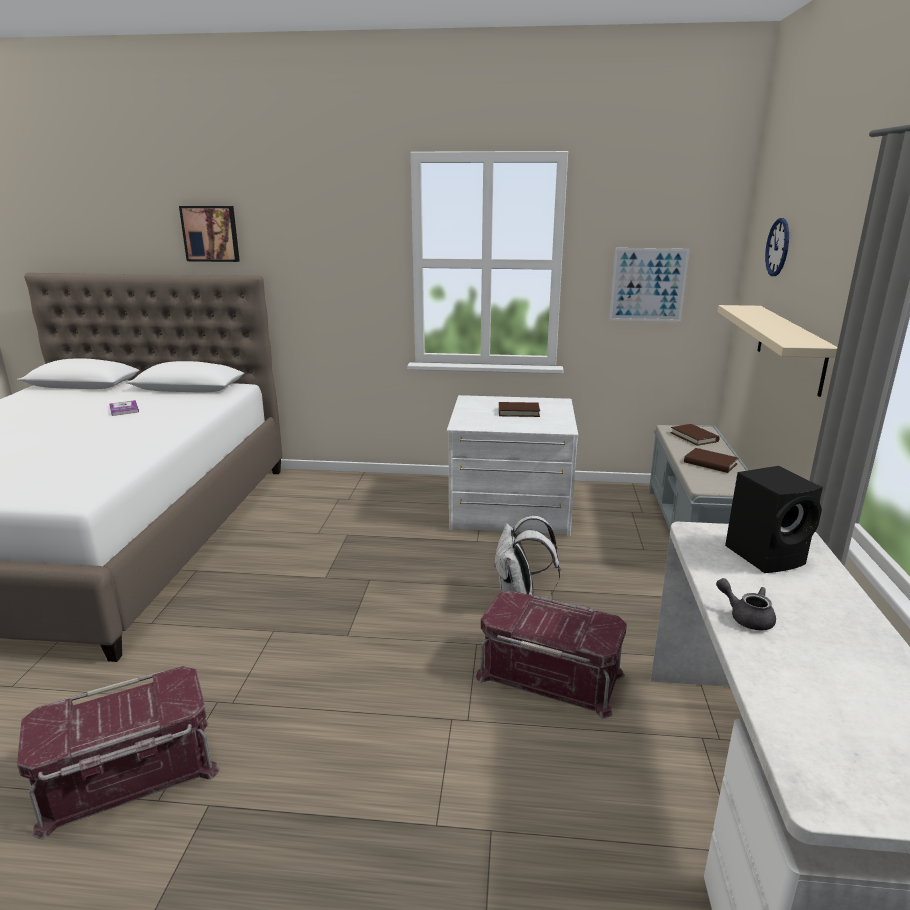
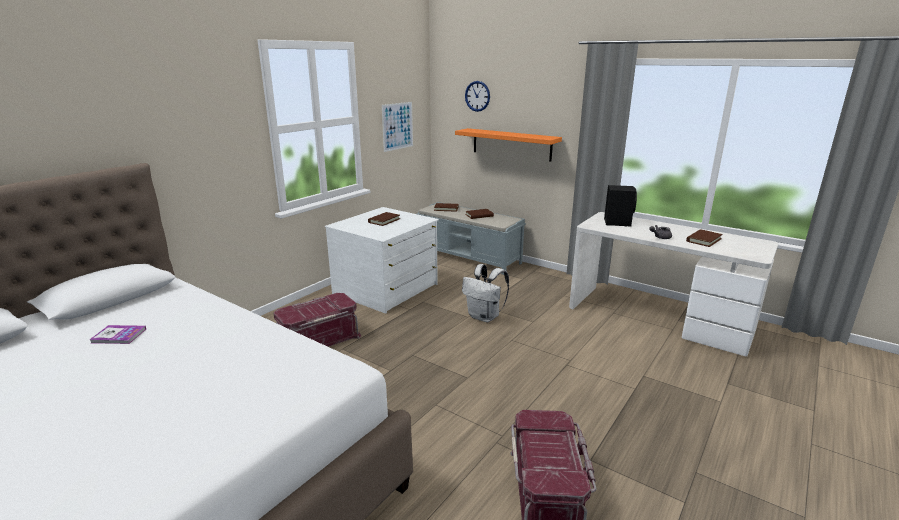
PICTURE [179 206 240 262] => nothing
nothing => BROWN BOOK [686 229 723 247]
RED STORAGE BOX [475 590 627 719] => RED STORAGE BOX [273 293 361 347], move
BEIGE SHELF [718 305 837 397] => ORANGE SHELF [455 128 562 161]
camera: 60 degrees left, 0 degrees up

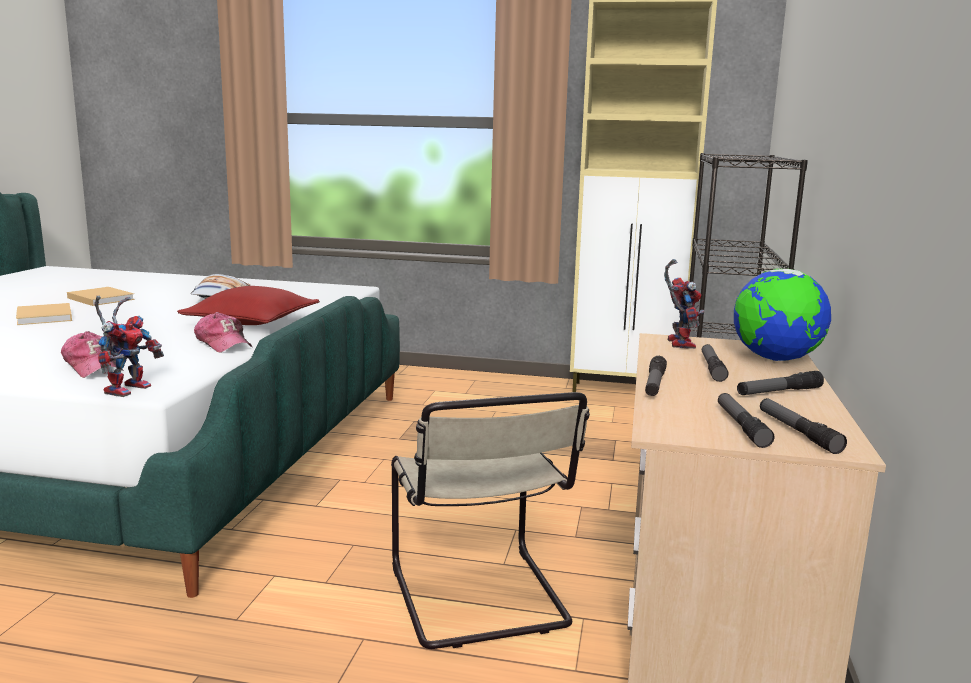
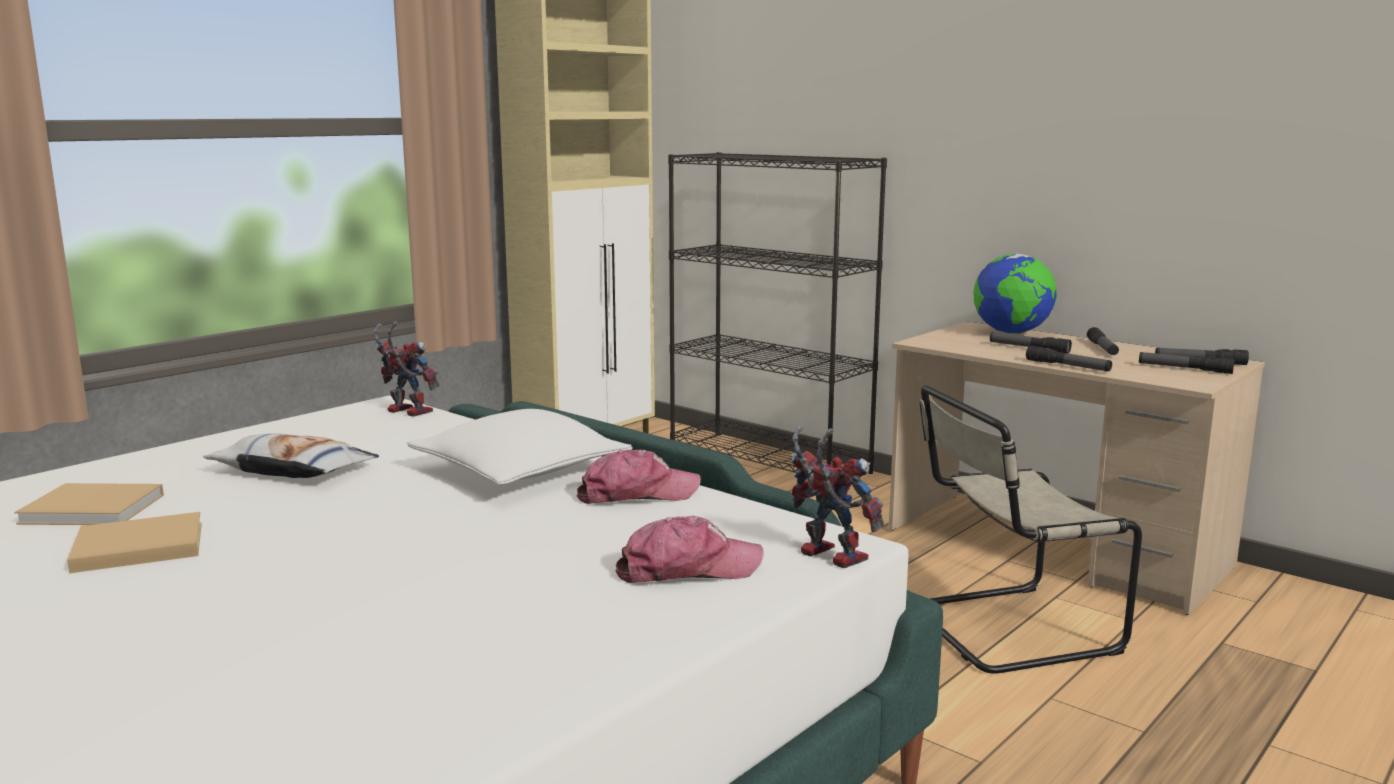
BEIGE BOOK [16 303 72 325] => BEIGE BOOK [14 483 164 525], move
TOY ROBOT [664 259 705 349] => TOY ROBOT [373 322 439 417], move
RED PILLOW [177 286 320 325] => WHITE PILLOW [407 409 633 485]
BEIGE CHAIR [391 392 590 649] => BEIGE CHAIR [919 385 1142 674], 150 degrees clockwise
camera: 60 degrees left, 0 degrees up

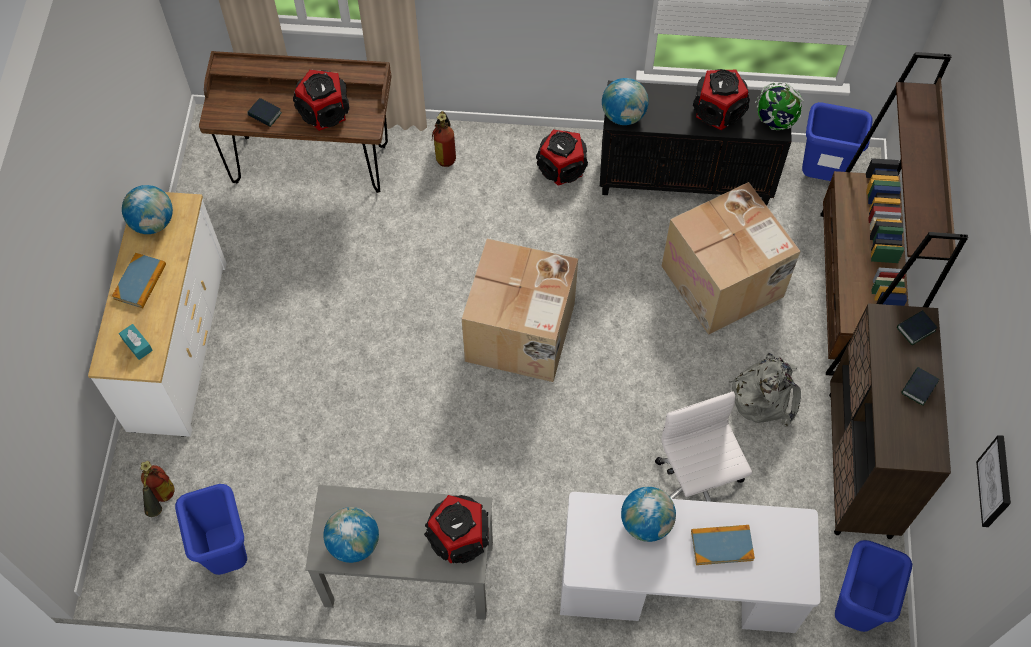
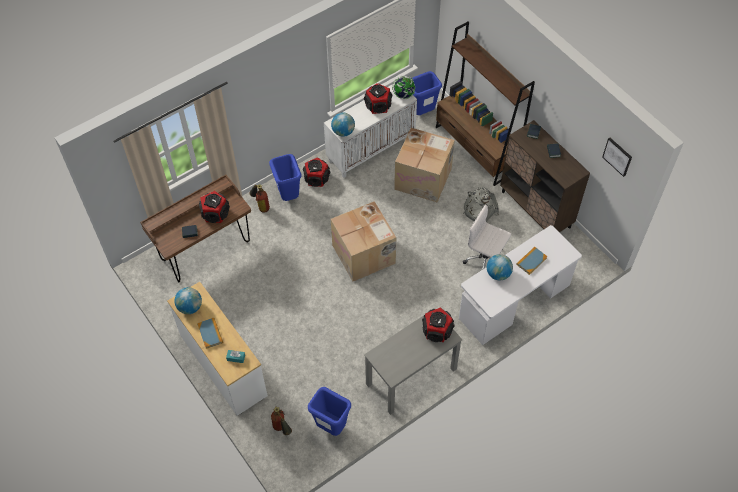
GLOBE [323 507 379 563] => nothing
BLUE TRASH CAN [835 540 912 632] => BLUE TRASH CAN [269 154 302 201], move
BLACK CABINET [600 81 792 206] => WHITE CABINET [324 84 417 178]
camera: 40 degrees left, 5 degrees down

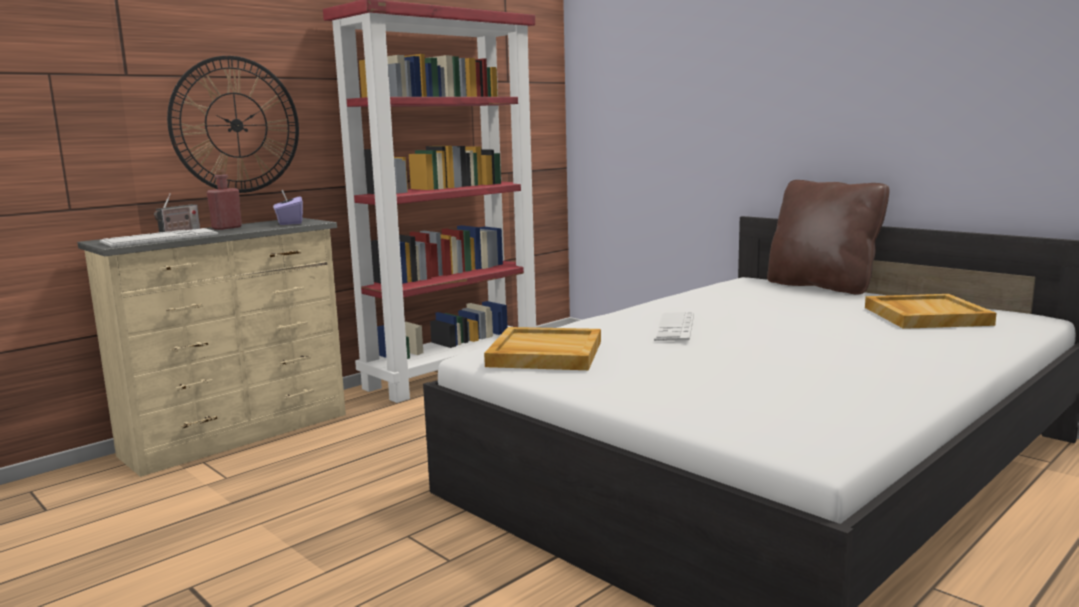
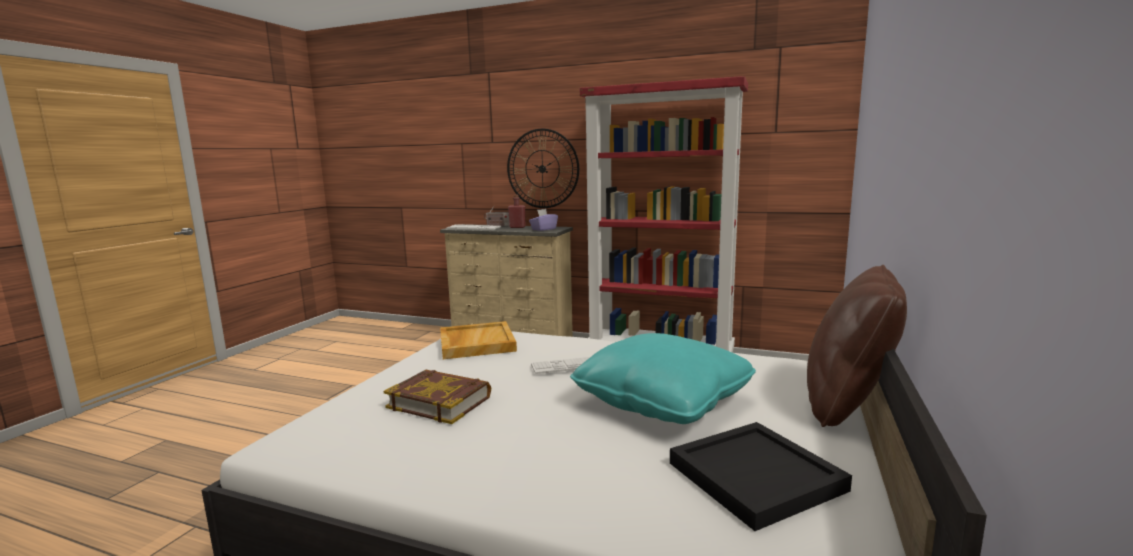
nothing => BOOK [384 370 491 424]
nothing => TURQUOISE PILLOW [570 333 756 424]
BEIGE TRAY [865 294 997 329] => BLACK TRAY [670 422 852 531]
camera: 65 degrees right, 0 degrees up

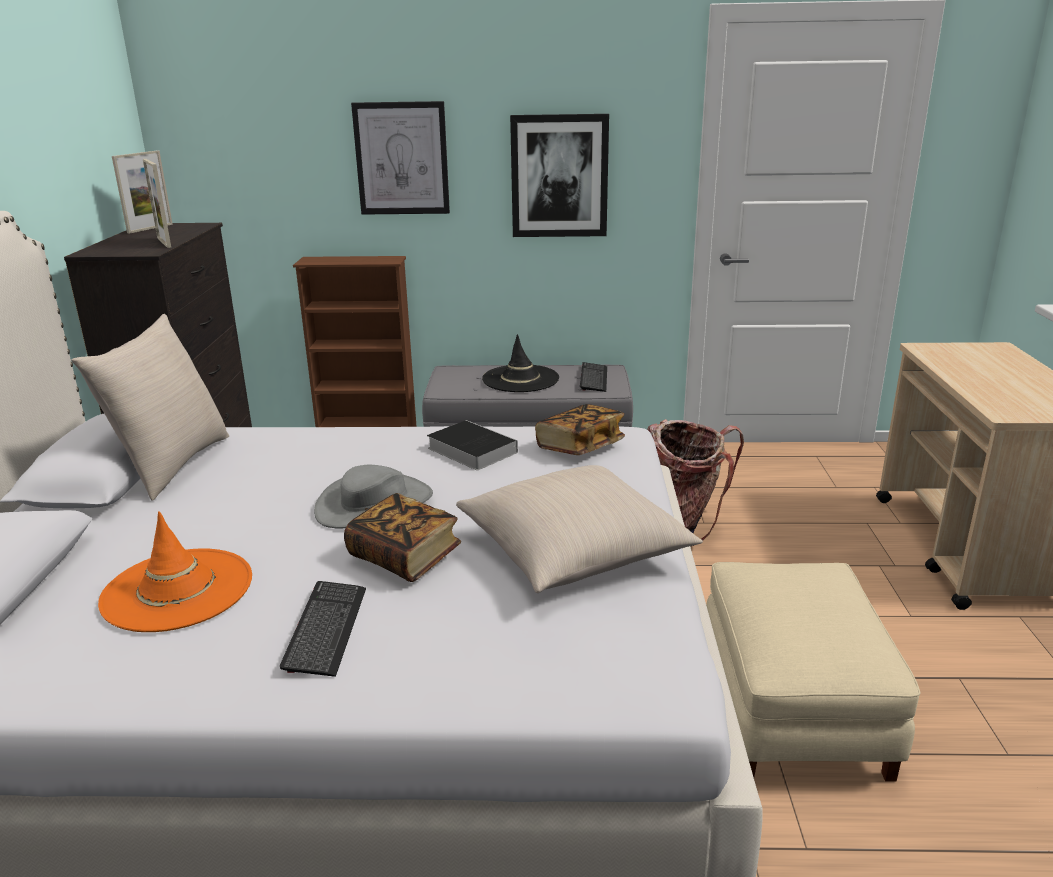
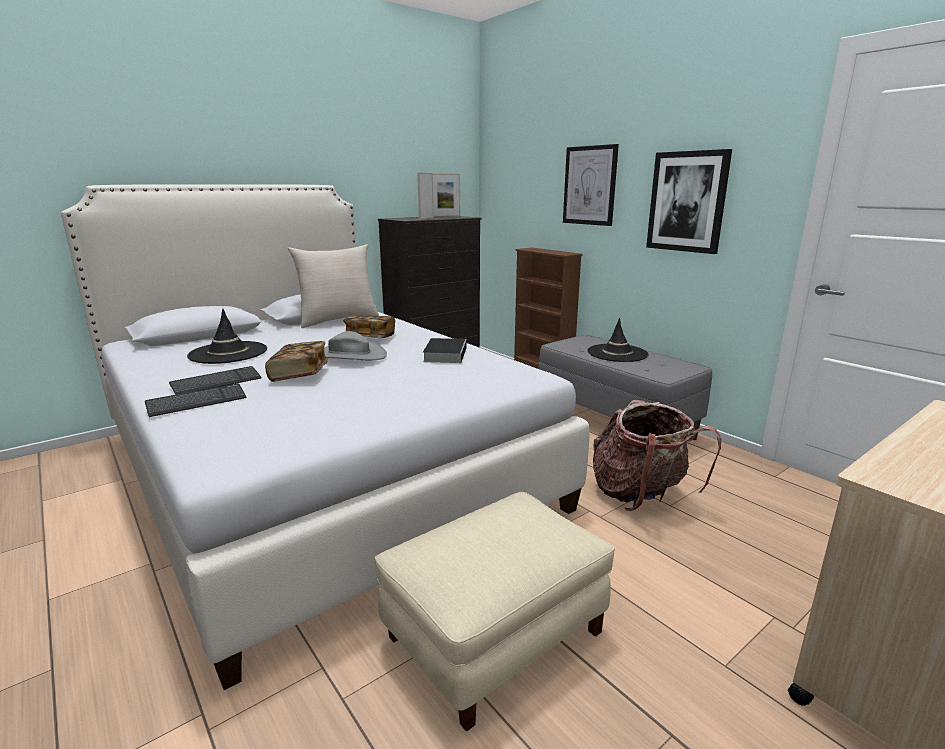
BEIGE PILLOW [456 465 703 593] => nothing
BOOK [535 404 625 455] => BOOK [343 315 395 338], move
KEYBOARD [580 362 607 392] => KEYBOARD [145 383 247 417], move
ORANGE HAT [98 511 252 632] => BLACK HAT [187 309 267 364]
camera: 50 degrees right, 5 degrees down

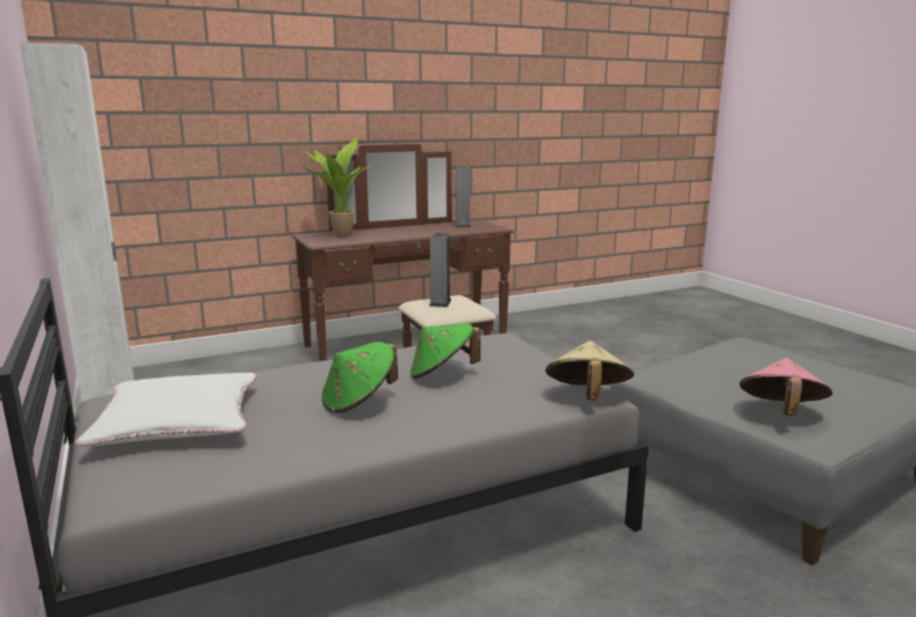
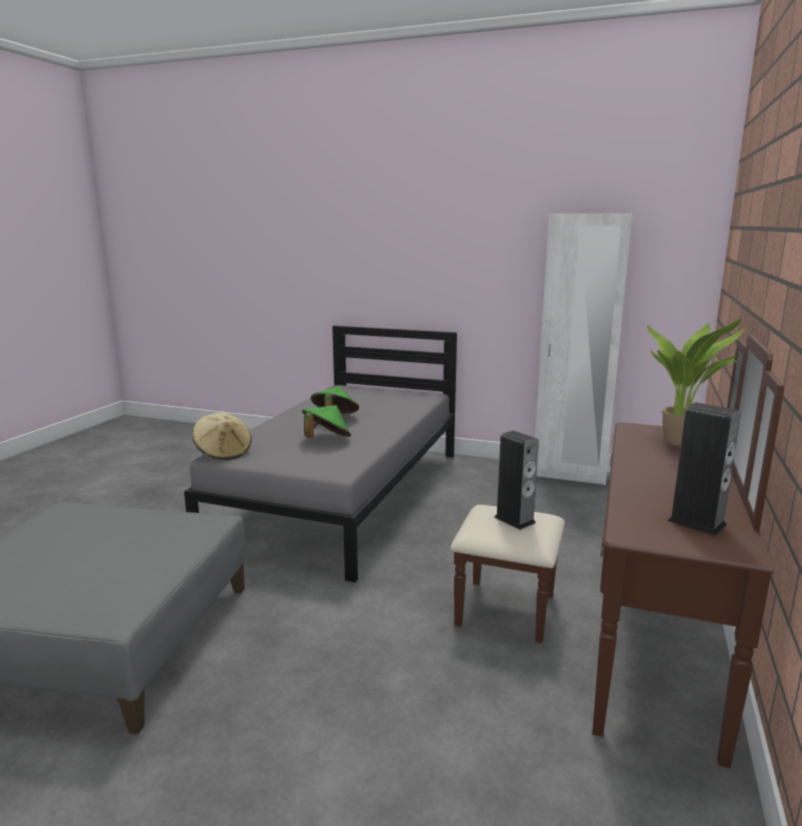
WHITE PILLOW [75 373 257 446] => nothing
PINK HAT [739 358 833 416] => nothing
camera: 135 degrees right, 0 degrees up

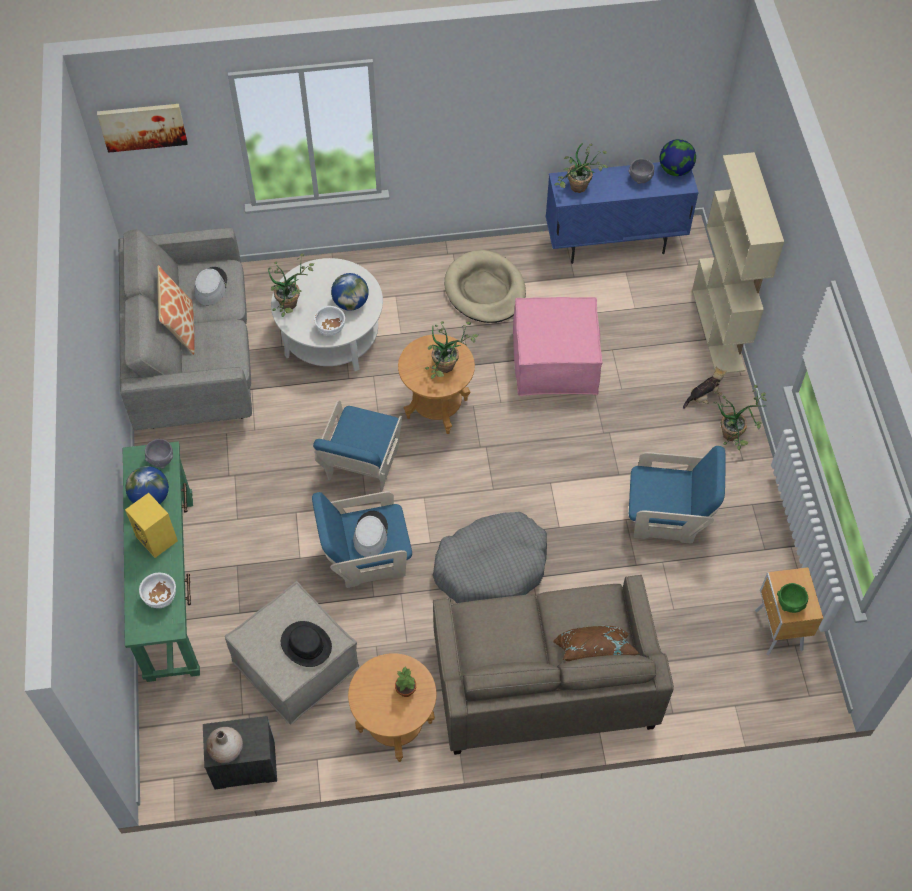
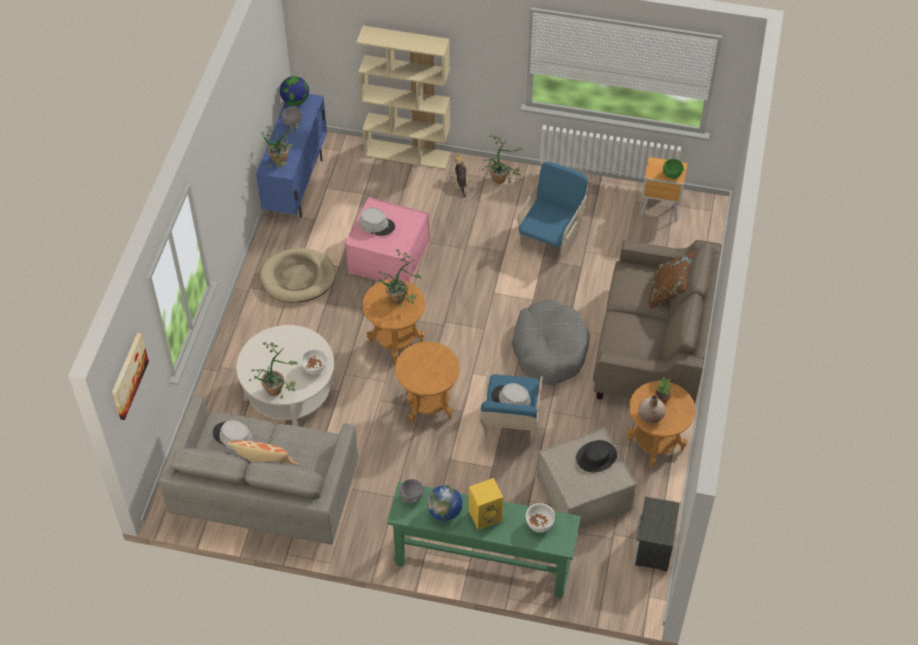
GLOBE [331 273 369 311] => nothing
nothing => GREY HAT [359 208 395 236]
BEIGE VASE [206 727 243 763] => BEIGE VASE [638 395 666 423], move
BLUE ARMCHAIR [313 400 402 492] => BROWN SIDE TABLE [395 342 460 424]
camera: 70 degrees left, 5 degrees down

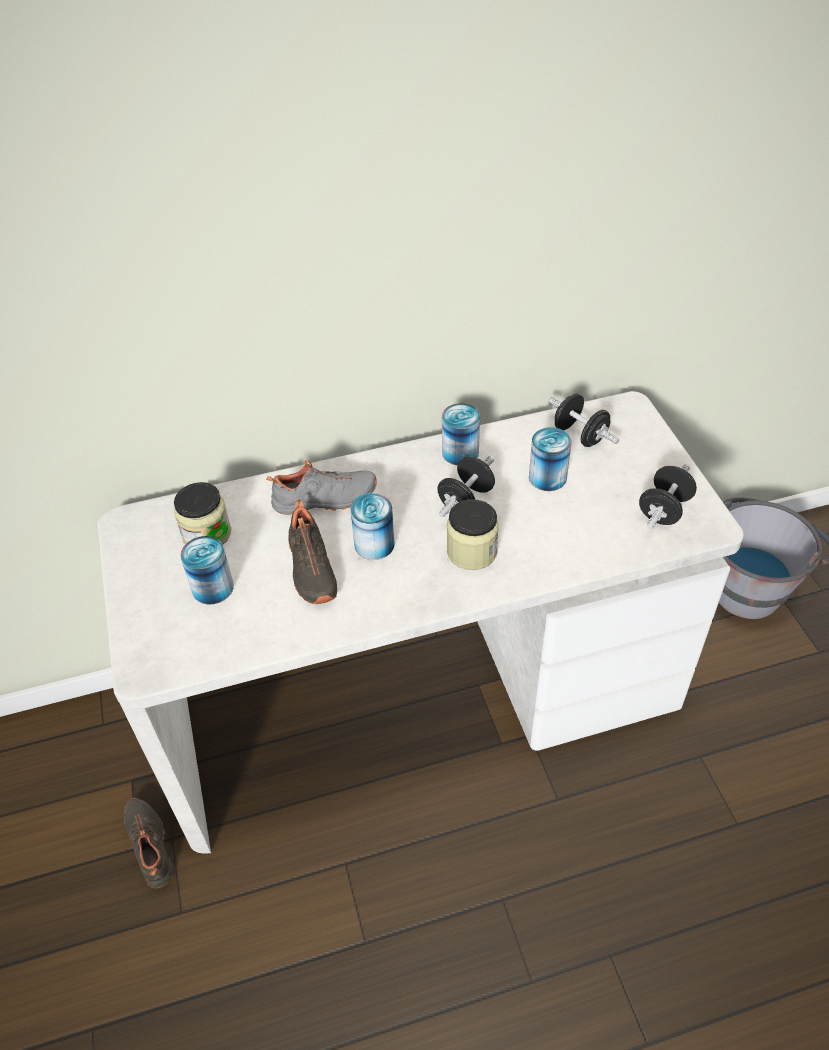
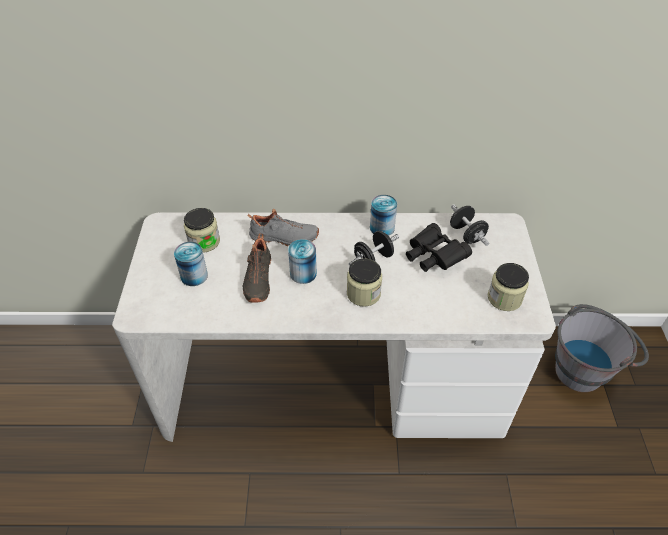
BLACK SHOE [124 798 173 888] => nothing
CAN [529 427 571 491] => BLACK BINOCULARS [406 223 472 272]
BLACK DUMBBELL [639 464 697 529] => JAR [488 263 529 311]
camera: 15 degrees right, 0 degrees up

